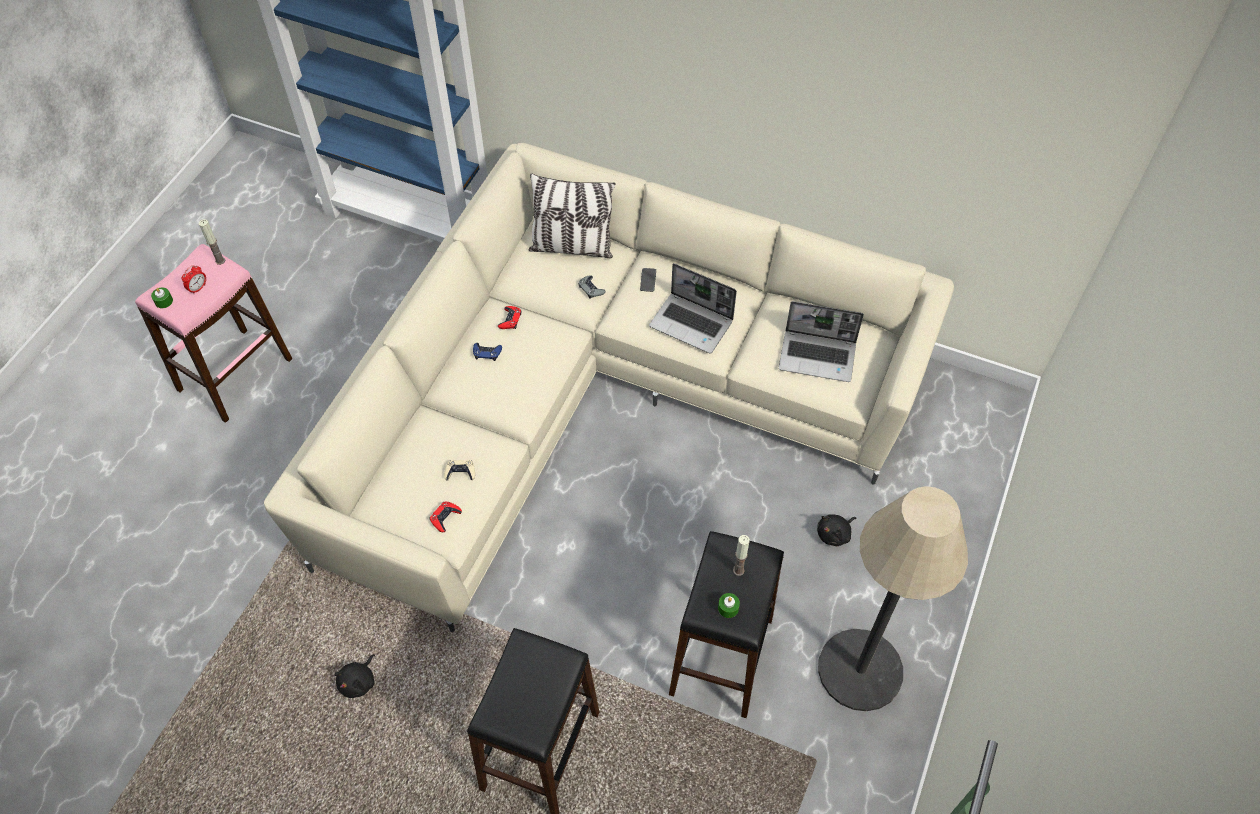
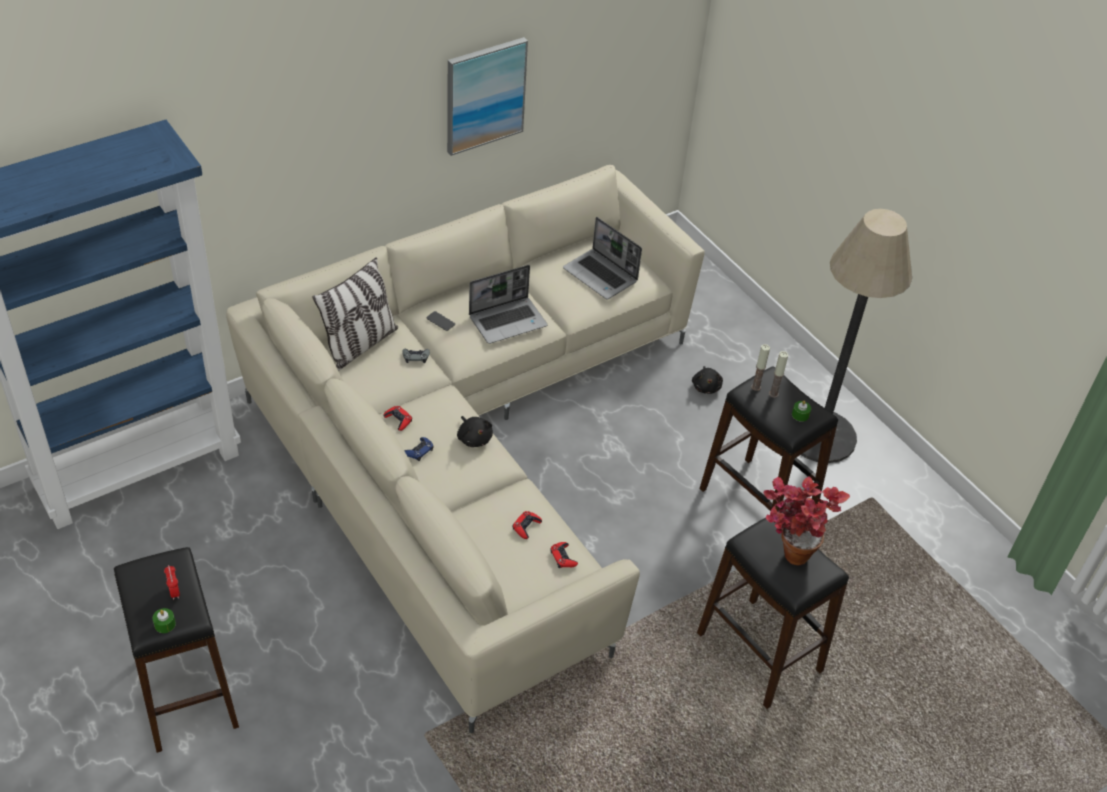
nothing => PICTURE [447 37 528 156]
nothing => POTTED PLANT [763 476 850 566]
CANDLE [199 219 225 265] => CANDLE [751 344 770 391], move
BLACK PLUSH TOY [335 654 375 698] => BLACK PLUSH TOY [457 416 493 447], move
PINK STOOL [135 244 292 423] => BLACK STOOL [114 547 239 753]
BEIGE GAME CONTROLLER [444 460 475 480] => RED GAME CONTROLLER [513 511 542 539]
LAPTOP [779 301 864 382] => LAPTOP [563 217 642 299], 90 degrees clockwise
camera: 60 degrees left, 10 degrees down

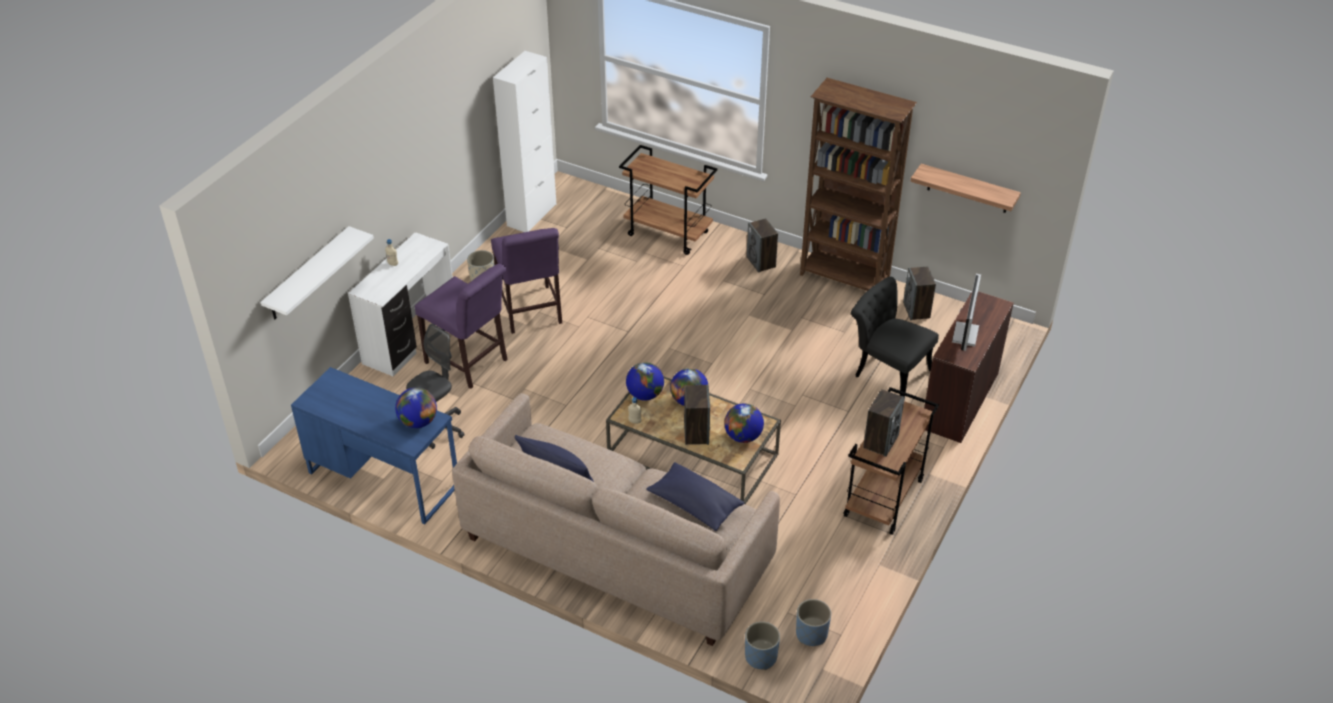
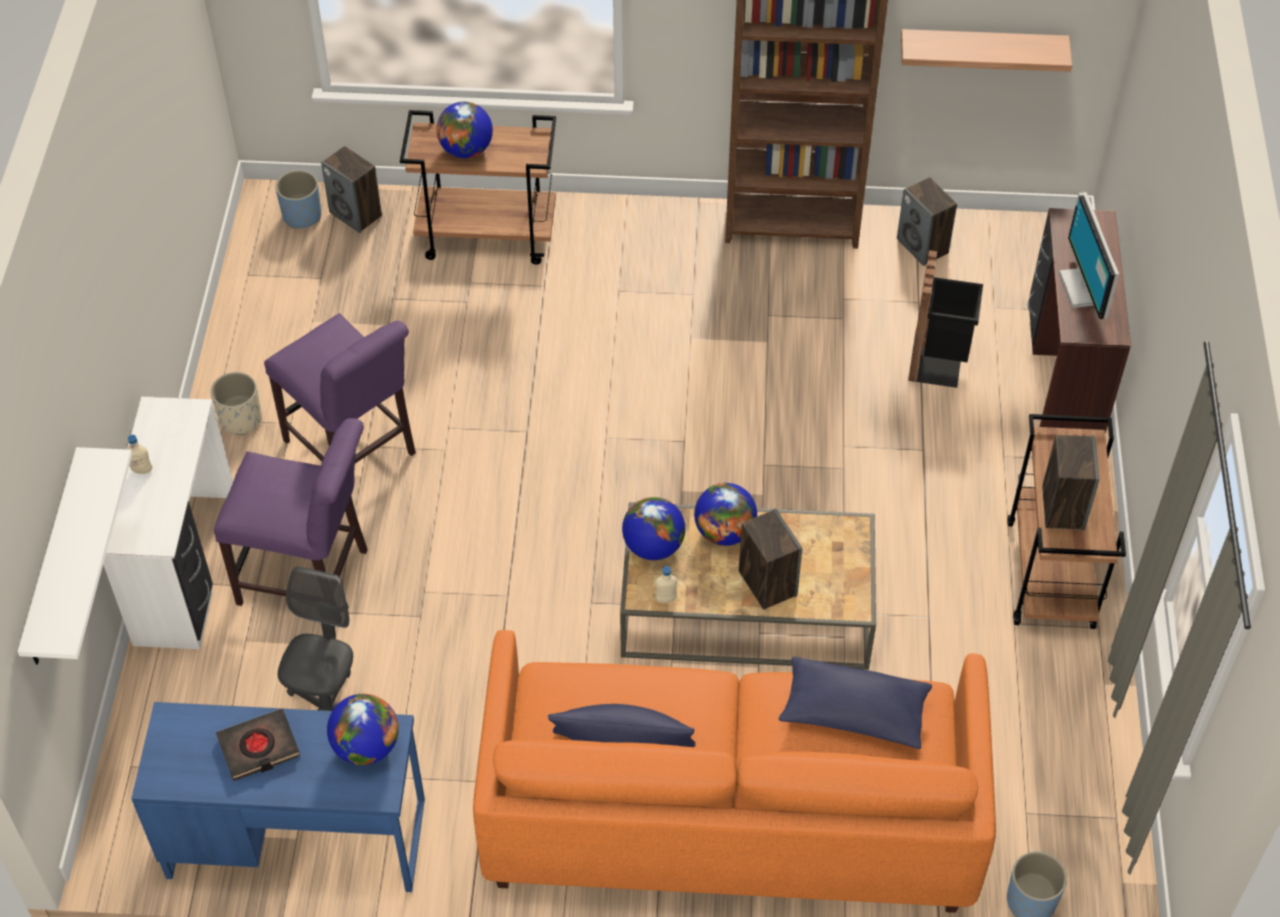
WHITE CABINET [493 51 557 232] => nothing
nothing => BLACK BOOK [216 708 300 781]
GLOBE [724 403 764 443] => GLOBE [436 102 493 158], move
SPEAKER [747 219 778 272] => SPEAKER [321 146 382 233], move
BLUE PLANTER [796 599 831 646] => BLUE PLANTER [275 170 321 229], move
BLACK CHAIR [851 277 939 400] => BLACK TRASH CAN [908 250 983 388]
BEIGE SOFA [452 393 780 646] => ORANGE SOFA [473 630 996 913]
camera: 25 degrees left, 10 degrees up

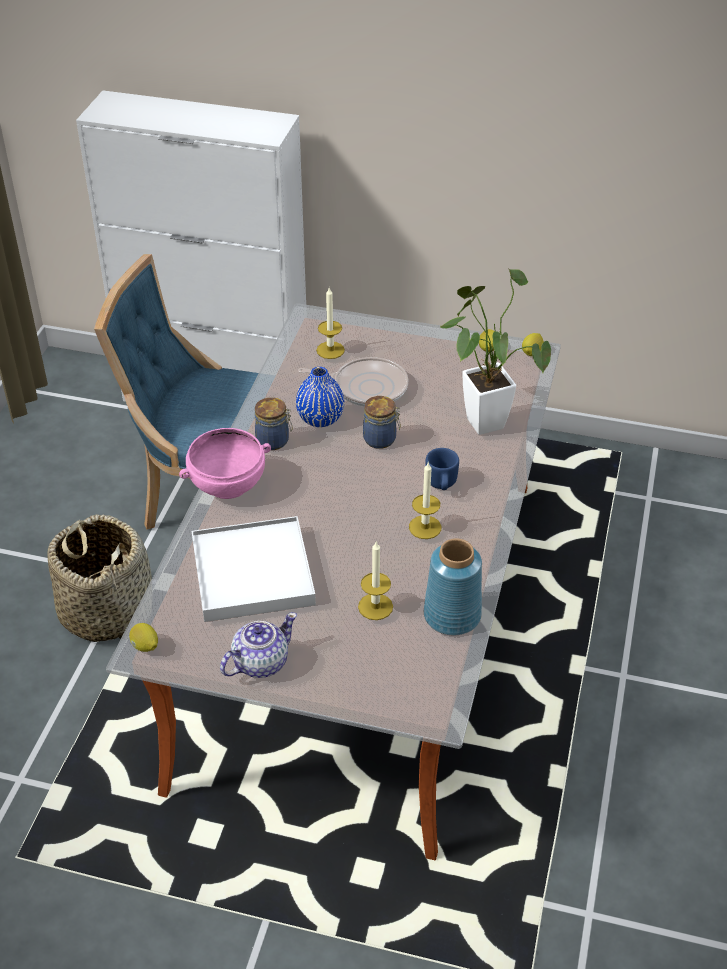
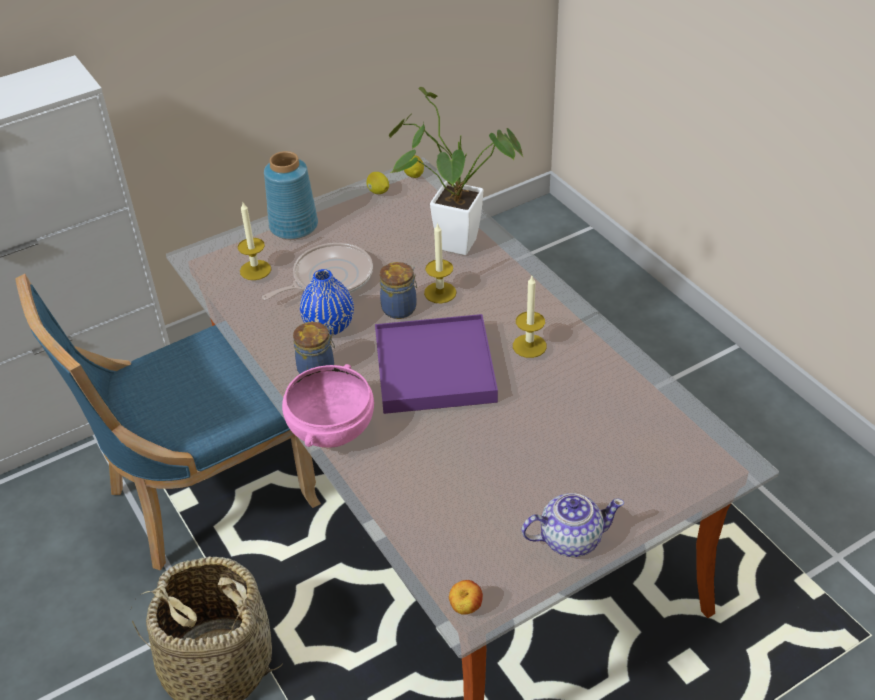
WHITE TRAY [192 516 316 622] => nothing
BLUE MUG [425 448 459 490] => nothing
nothing => PURPLE TRAY [375 314 498 414]
CANDLE [358 541 393 620] => CANDLE [424 223 456 303], move
BLUE VASE [424 539 482 635] => BLUE VASE [264 151 318 239], move
LEMON [129 623 158 652] => APPLE [449 580 483 615]
TEAPOT [220 612 297 678] => TEAPOT [521 493 624 557], 75 degrees clockwise
camera: 45 degrees left, 0 degrees up

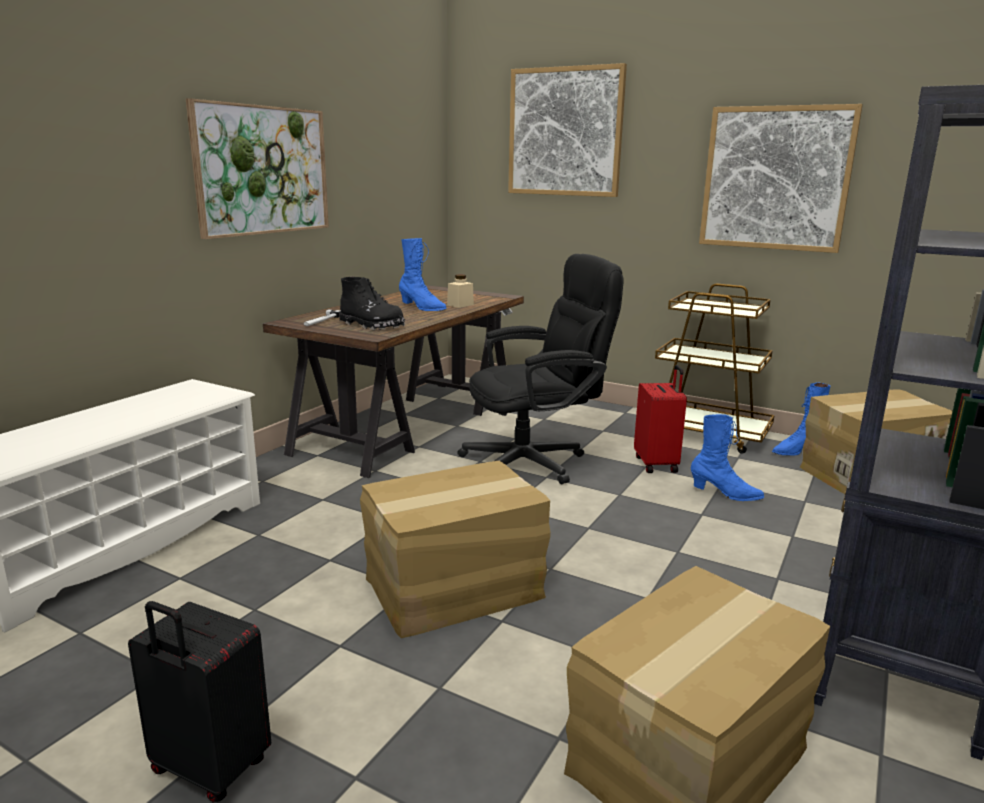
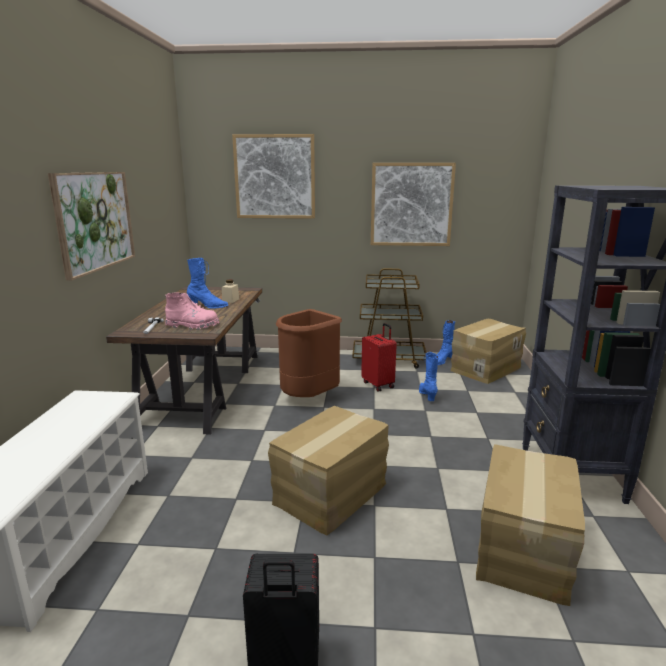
BLACK OFFICE CHAIR [457 254 624 484] => BROWN TRASH CAN [276 309 342 397]
BLACK BOOT [339 277 405 330] => PINK BOOT [165 293 219 330]
BLUE BOOT [691 414 764 501] => BLUE BOOT [419 352 439 401], 90 degrees counterclockwise
camera: 25 degrees left, 0 degrees up

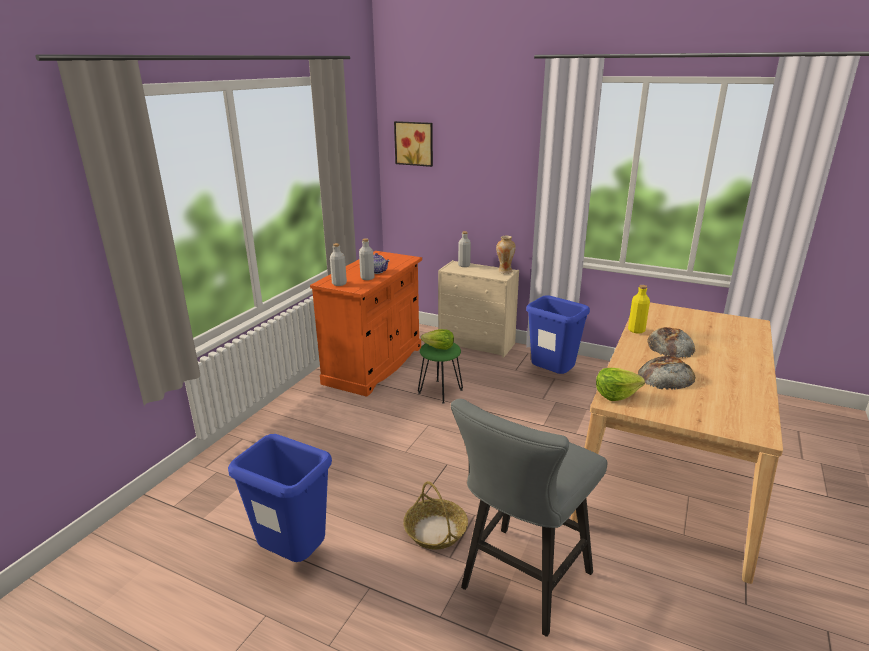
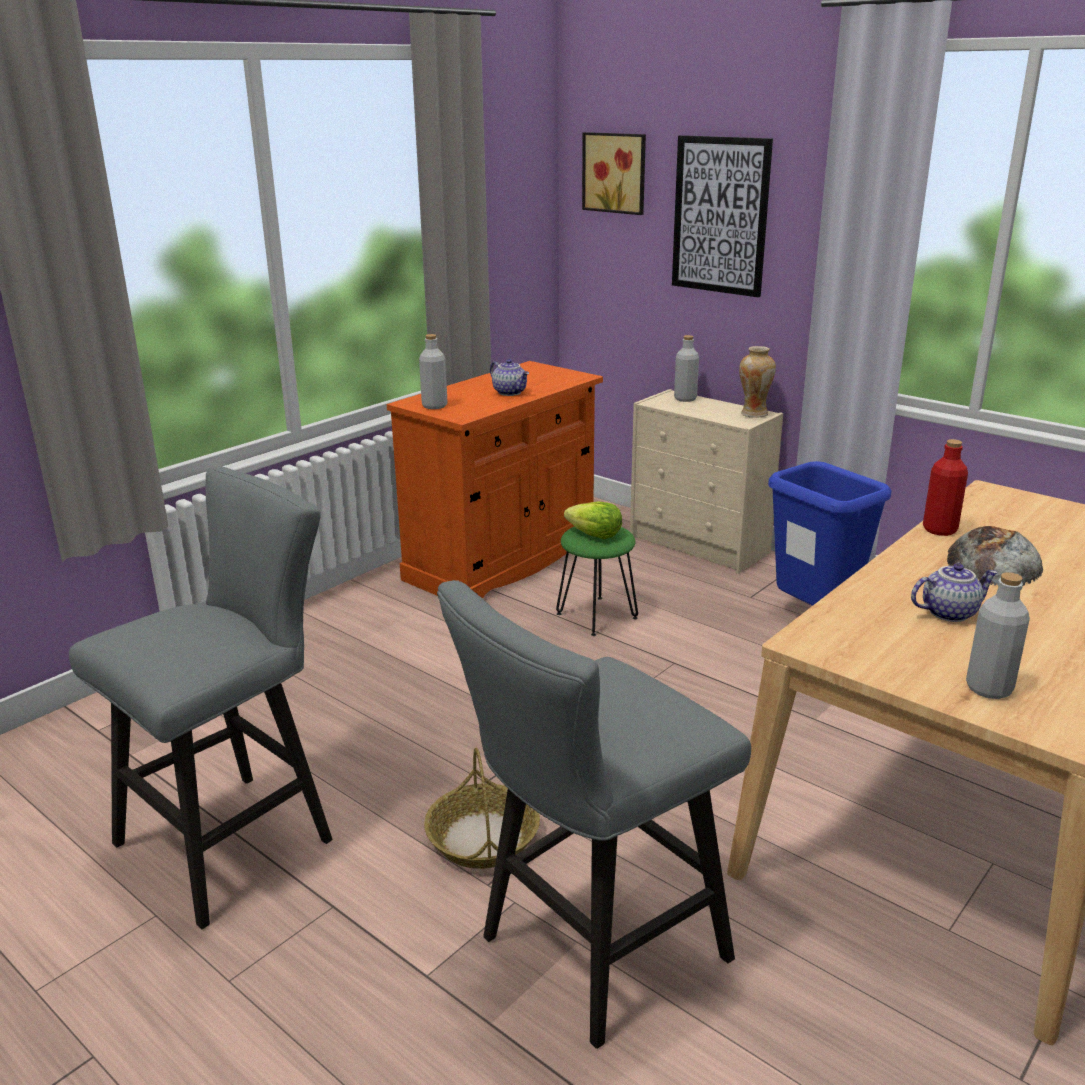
LETTUCE [596 368 645 401] => nothing
nothing => PICTURE [672 135 773 297]
GREY BOTTLE [359 238 375 280] => GREY BOTTLE [966 572 1030 699], move
BLUE TRASH CAN [228 434 332 562] => GREY STOOL [69 465 332 929]
BREAD [638 356 696 390] => TEAPOT [911 563 998 622]
YELLOW BOTTLE [628 285 650 334] => RED BOTTLE [923 439 968 536]
camera: 15 degrees right, 0 degrees up

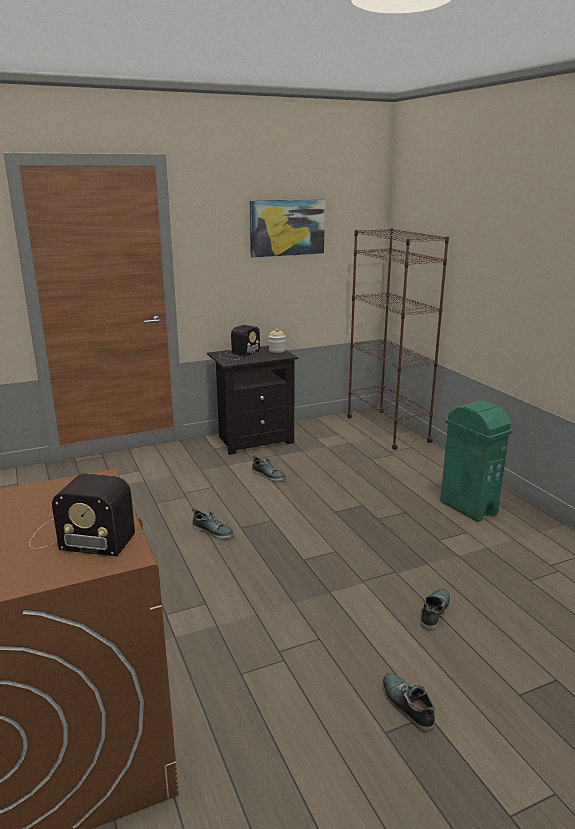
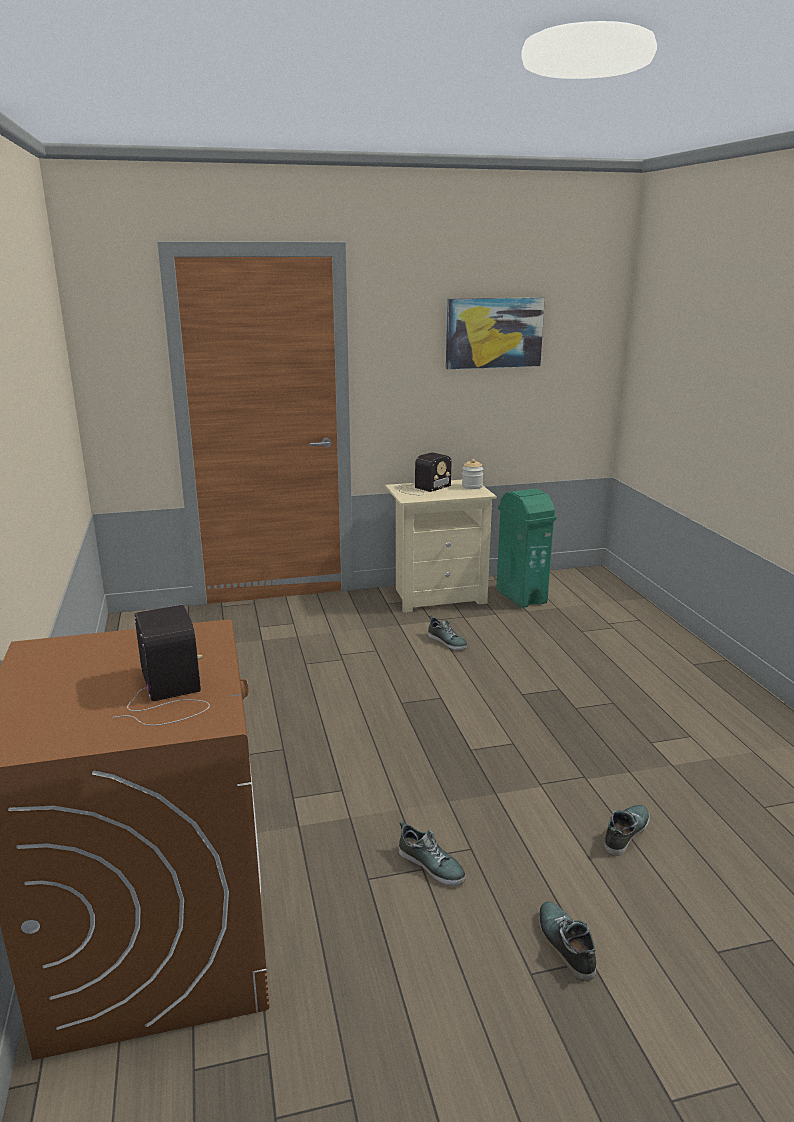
BROWN BOOKCASE [347 228 449 450] => nothing
SHOE [192 508 234 539] => SHOE [399 821 466 886], move
GREEN TRASH CAN [440 401 513 522] => GREEN TRASH CAN [497 489 557 608], move
BLACK NIGHTSTAND [207 346 298 455] => BEIGE NIGHTSTAND [385 480 497 612]
RADIO [29 474 135 556] => RADIO [112 605 210 726], 135 degrees counterclockwise
camera: 10 degrees right, 0 degrees up

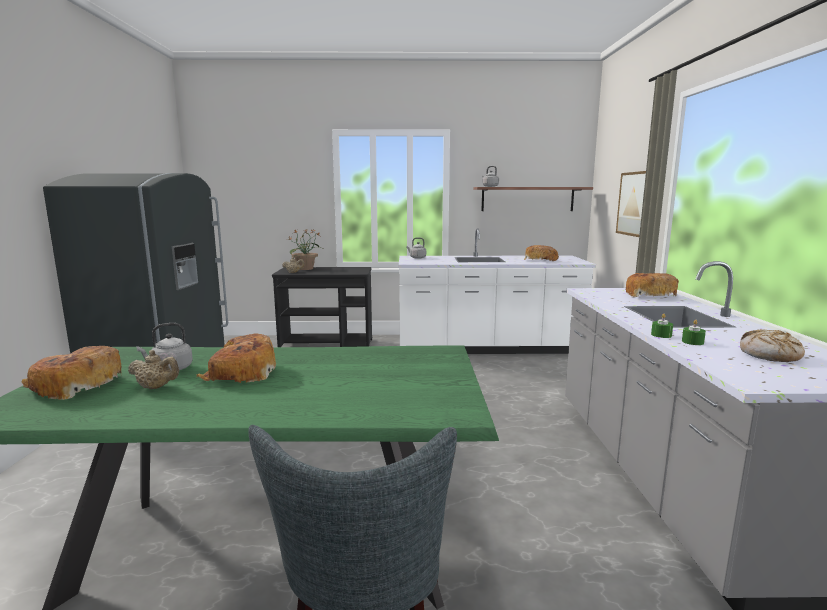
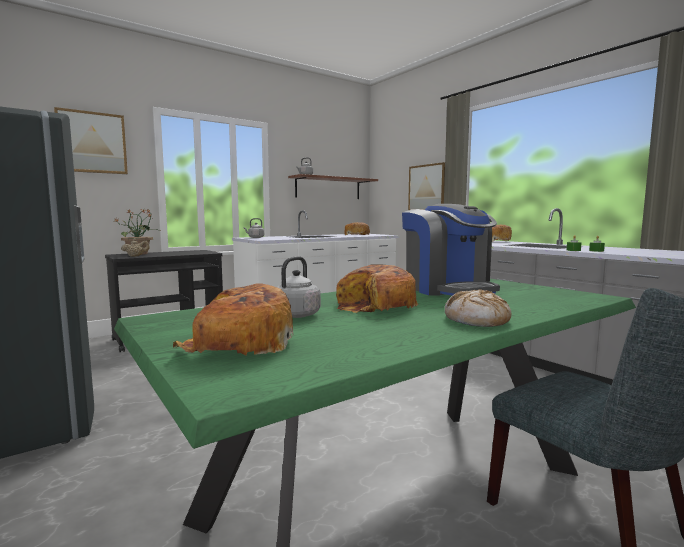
BEIGE TEAPOT [128 350 179 389] => nothing
nothing => PICTURE [54 107 128 174]
nothing => COFFEE MACHINE [402 204 500 296]
BREAD [740 329 805 362] => BREAD [445 289 511 327], move
camera: 35 degrees left, 5 degrees down

